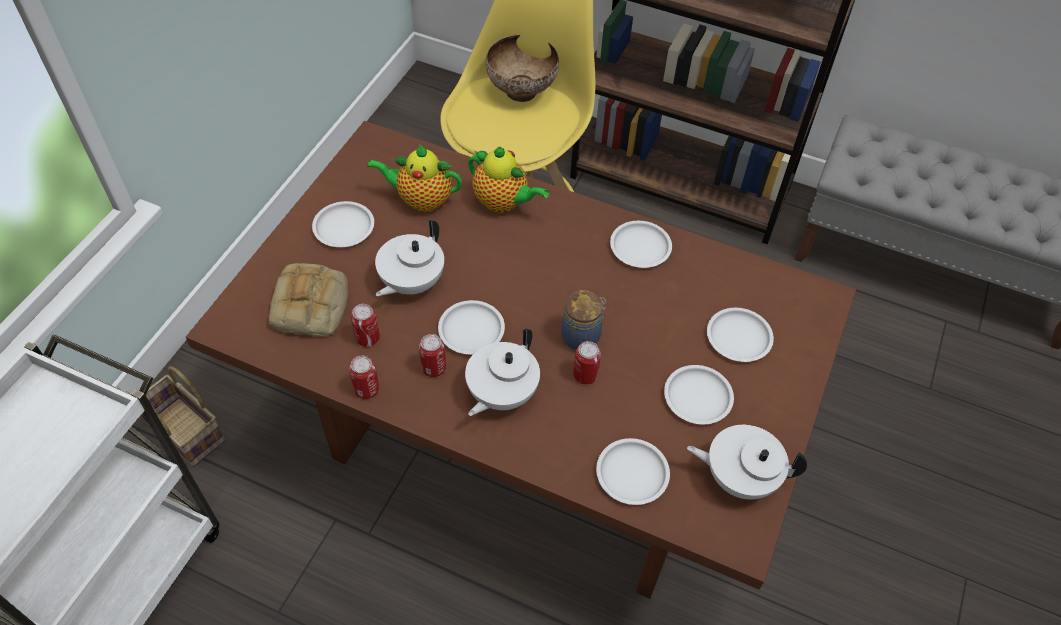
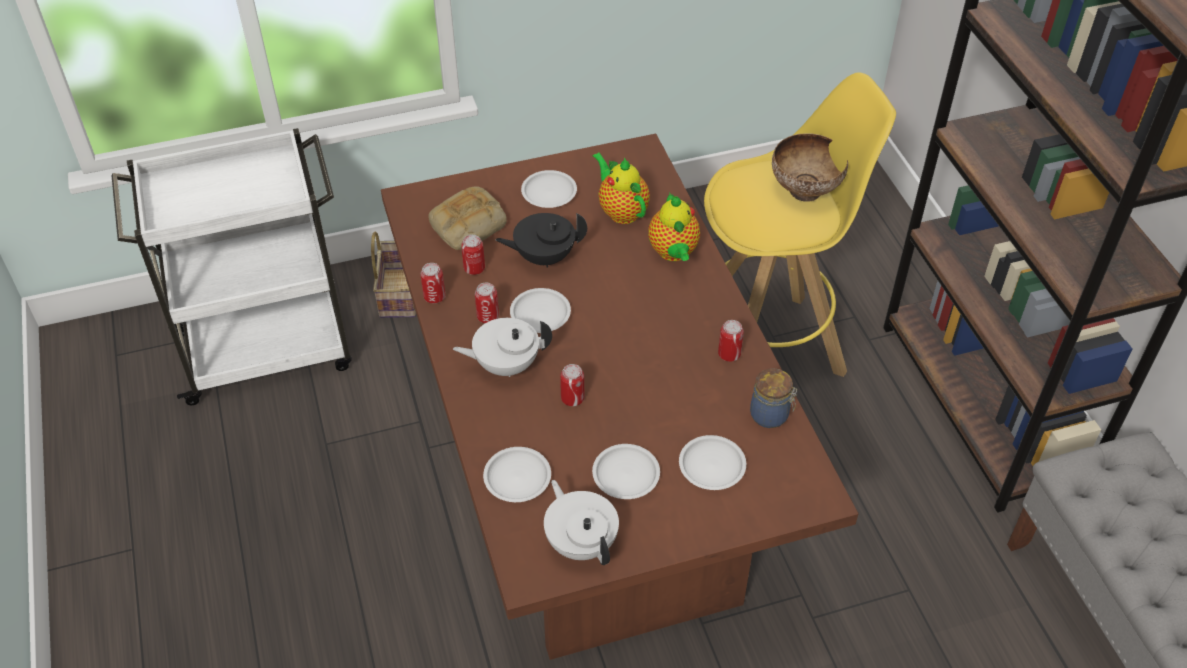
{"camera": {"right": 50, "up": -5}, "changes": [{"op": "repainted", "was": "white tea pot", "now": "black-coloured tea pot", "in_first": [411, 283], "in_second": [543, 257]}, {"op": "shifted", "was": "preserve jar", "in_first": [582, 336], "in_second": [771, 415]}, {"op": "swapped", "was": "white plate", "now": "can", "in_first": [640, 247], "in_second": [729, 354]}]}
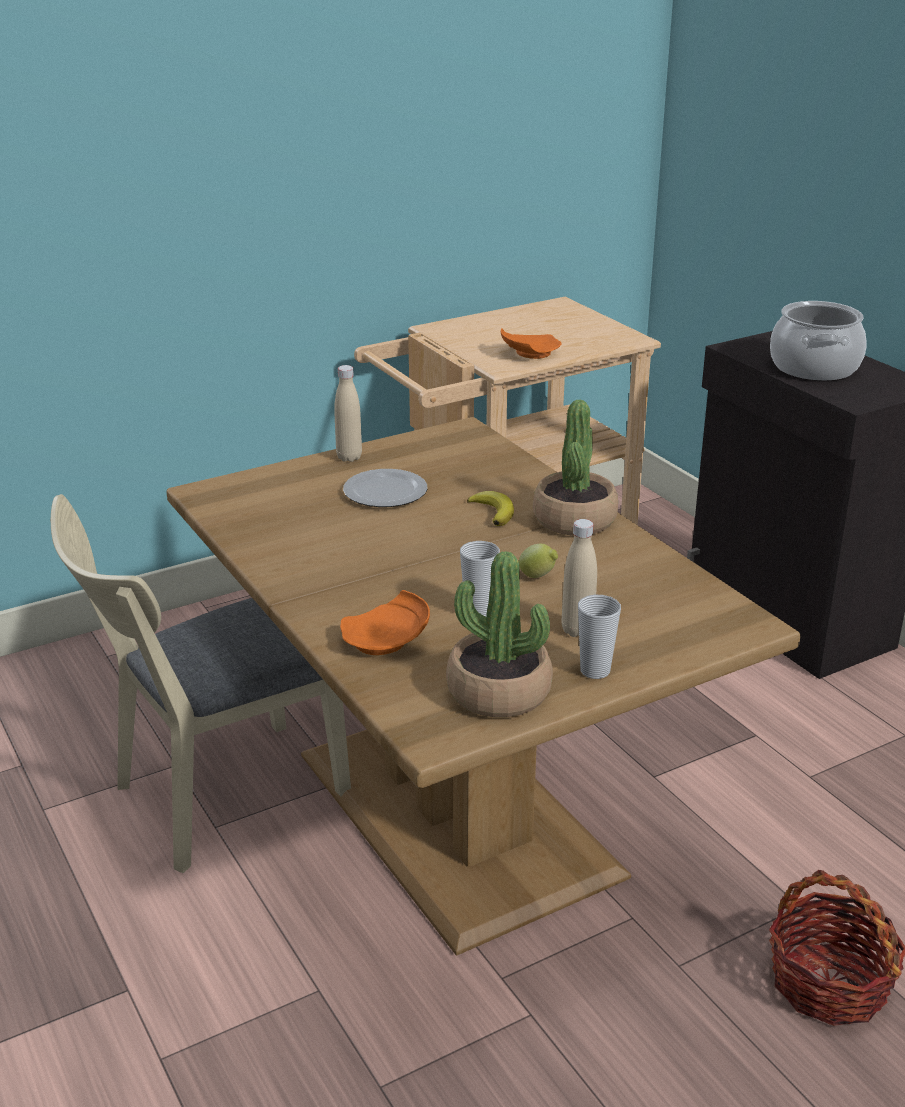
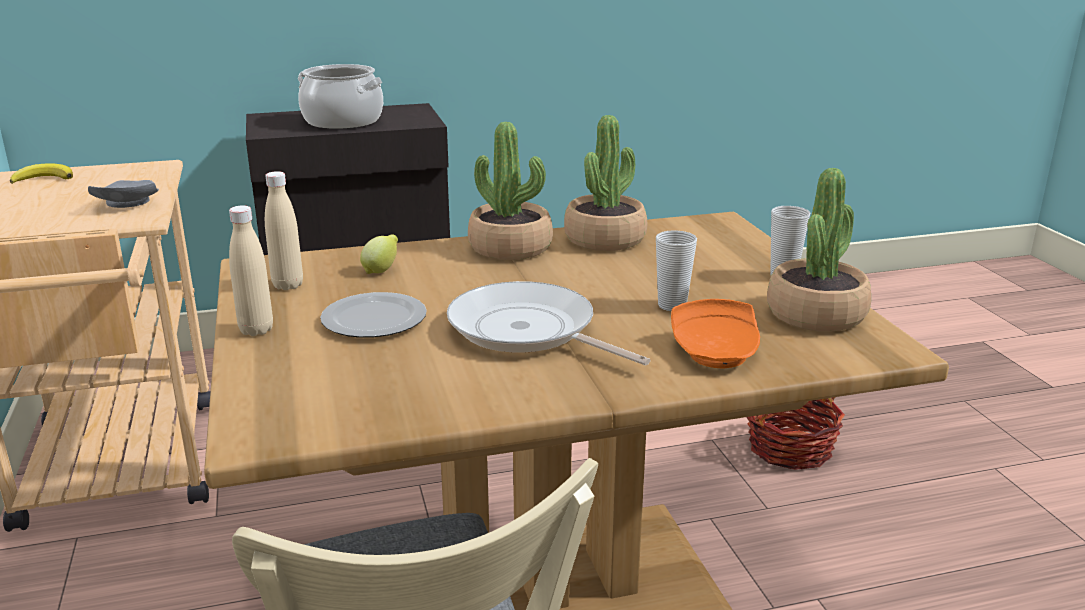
{"camera": {"right": -75, "up": -5}, "changes": [{"op": "shifted", "was": "banana", "in_first": [493, 511], "in_second": [43, 178]}, {"op": "repainted", "was": "orange-coloured plate", "now": "greyish plate", "in_first": [529, 354], "in_second": [126, 204]}, {"op": "shifted", "was": "whole lemon", "in_first": [538, 577], "in_second": [381, 270]}, {"op": "shifted", "was": "beige-coloured bottle", "in_first": [577, 630], "in_second": [288, 285]}, {"op": "new", "now": "frying pan", "in_second": [528, 331]}, {"op": "new", "now": "plant in a pot", "in_second": [605, 239]}]}
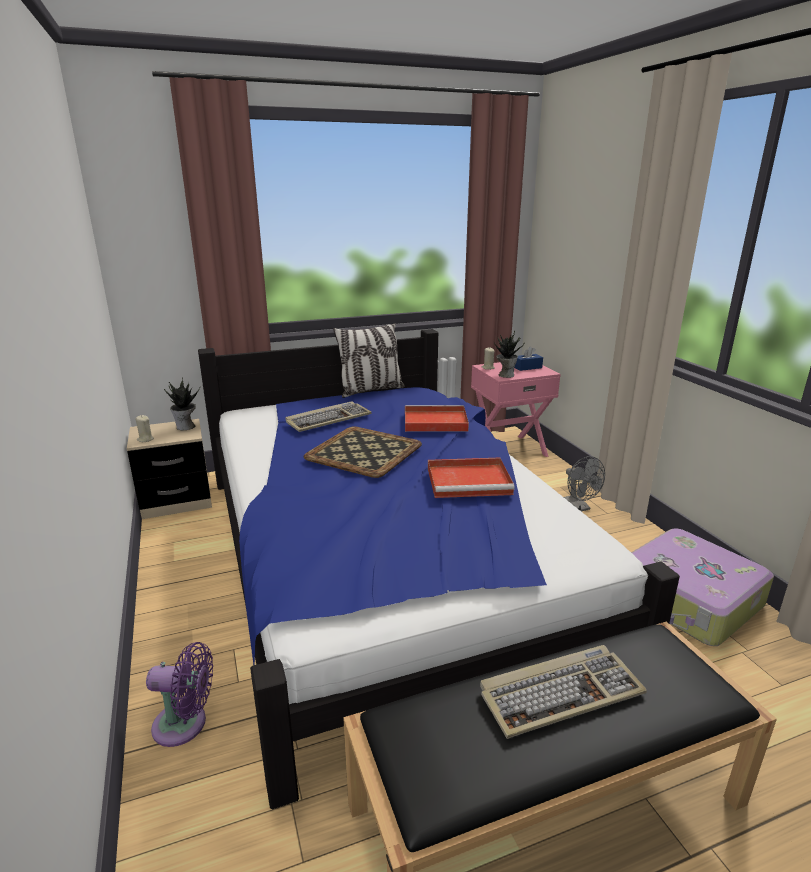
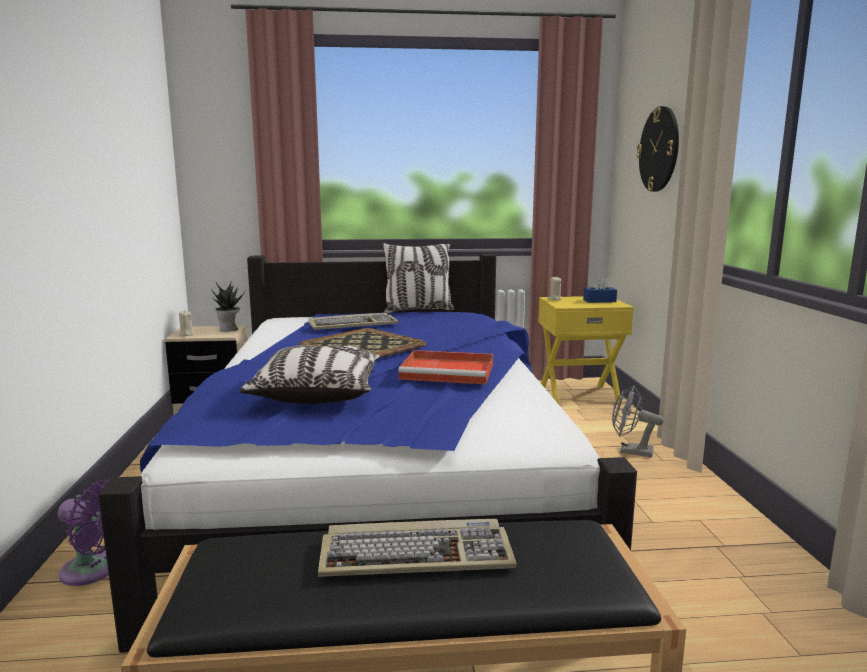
{"camera": {"right": 15, "up": -10}, "changes": [{"op": "gone", "was": "red-coloured carrying tray", "in_first": [433, 422]}, {"op": "repainted", "was": "pink bedside table", "now": "yellow bedside table", "in_first": [508, 449], "in_second": [578, 395]}, {"op": "gone", "was": "plant in a pot", "in_first": [505, 375]}, {"op": "rotated", "was": "greyish cooling fan", "in_first": [579, 507], "in_second": [630, 451], "clockwise": 120}, {"op": "gone", "was": "suitcase", "in_first": [688, 600]}, {"op": "new", "now": "pillow", "in_second": [317, 393]}, {"op": "new", "now": "wall clock", "in_second": [659, 149]}]}
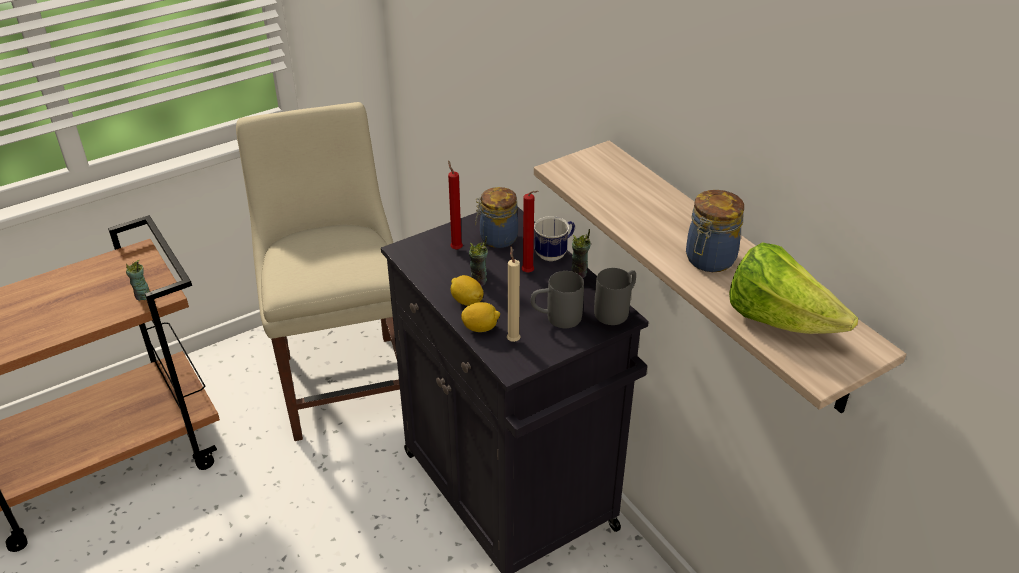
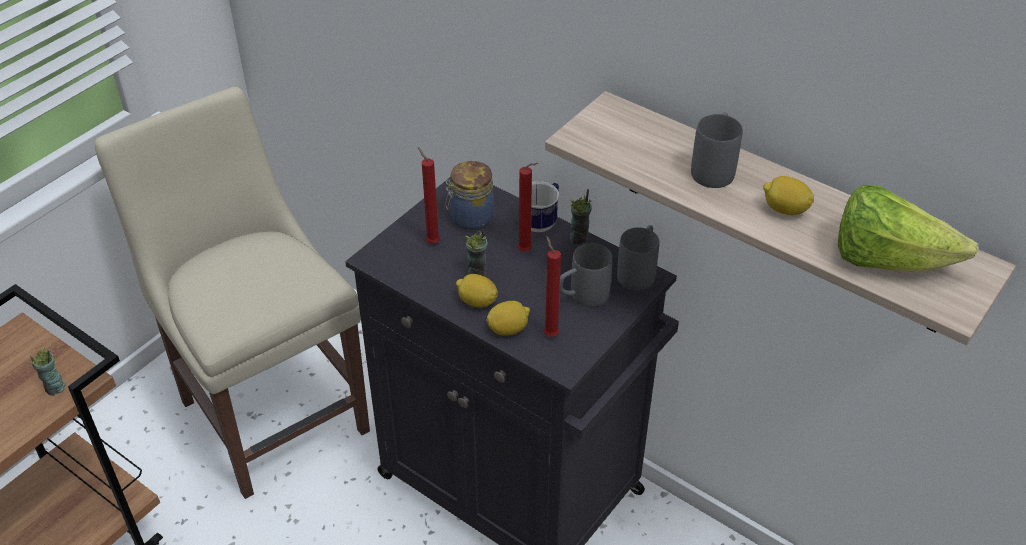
{"camera": {"right": -20, "up": 5}, "changes": [{"op": "repainted", "was": "beige-coloured candle", "now": "red-coloured candle", "in_first": [513, 339], "in_second": [550, 333]}, {"op": "swapped", "was": "preserve jar", "now": "whole lemon", "in_first": [709, 260], "in_second": [784, 210]}, {"op": "new", "now": "greyish mug", "in_second": [714, 168]}]}
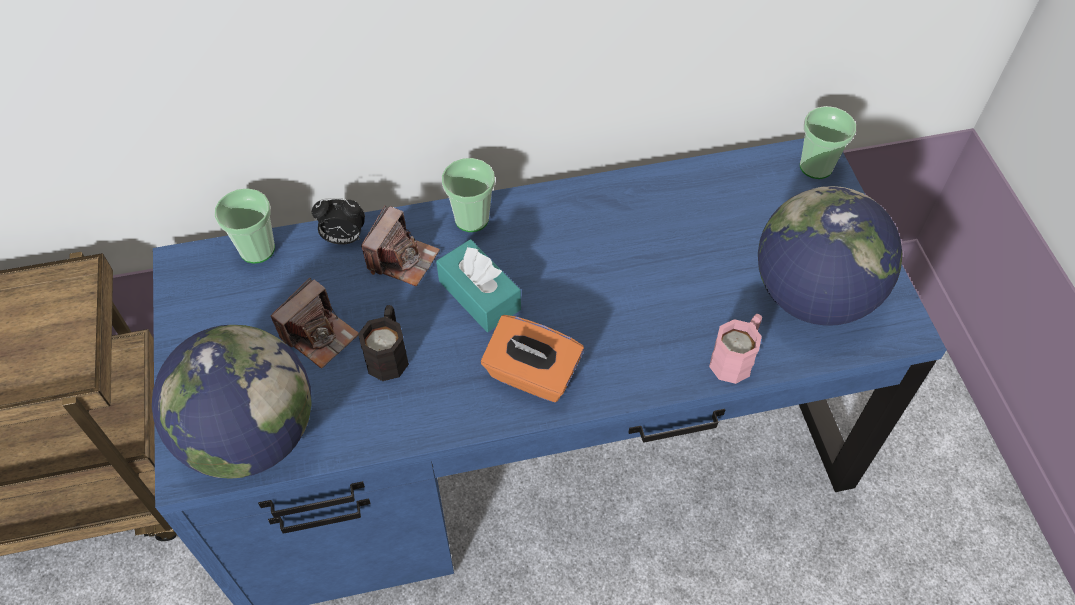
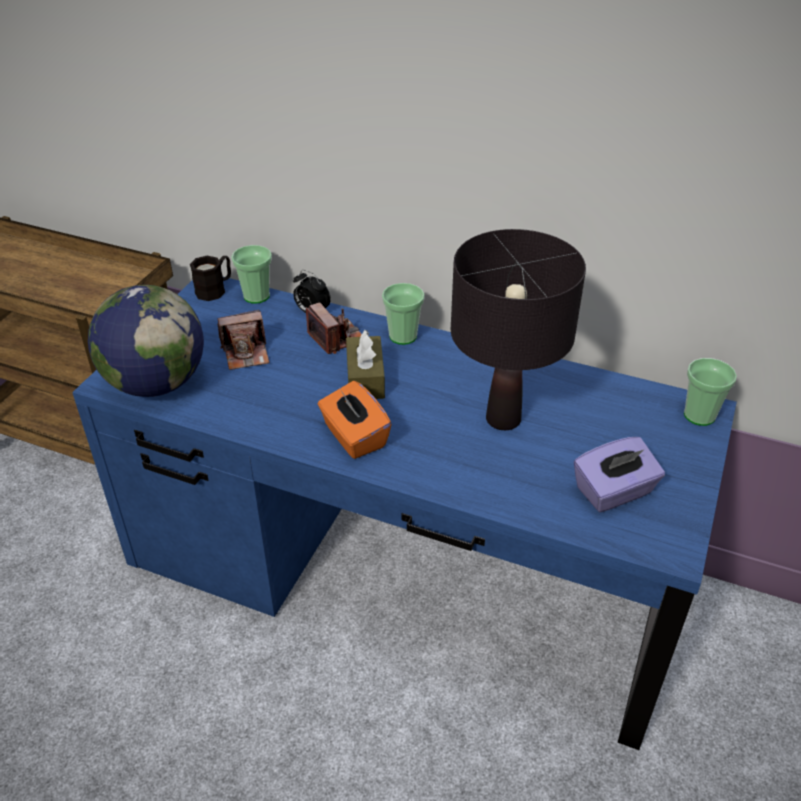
{"camera": {"right": 35, "up": -15}, "changes": [{"op": "shifted", "was": "black-coloured mug", "in_first": [389, 353], "in_second": [215, 289]}, {"op": "rotated", "was": "still camera", "in_first": [403, 259], "in_second": [336, 338], "clockwise": -90}, {"op": "repainted", "was": "turquoise tissue holder", "now": "brown tissue holder", "in_first": [479, 295], "in_second": [365, 378]}, {"op": "gone", "was": "pink mug", "in_first": [736, 357]}, {"op": "swapped", "was": "desk globe", "now": "purplish tissue holder", "in_first": [812, 295], "in_second": [614, 492]}, {"op": "new", "now": "black-coloured tabletop lamp", "in_second": [503, 419]}]}
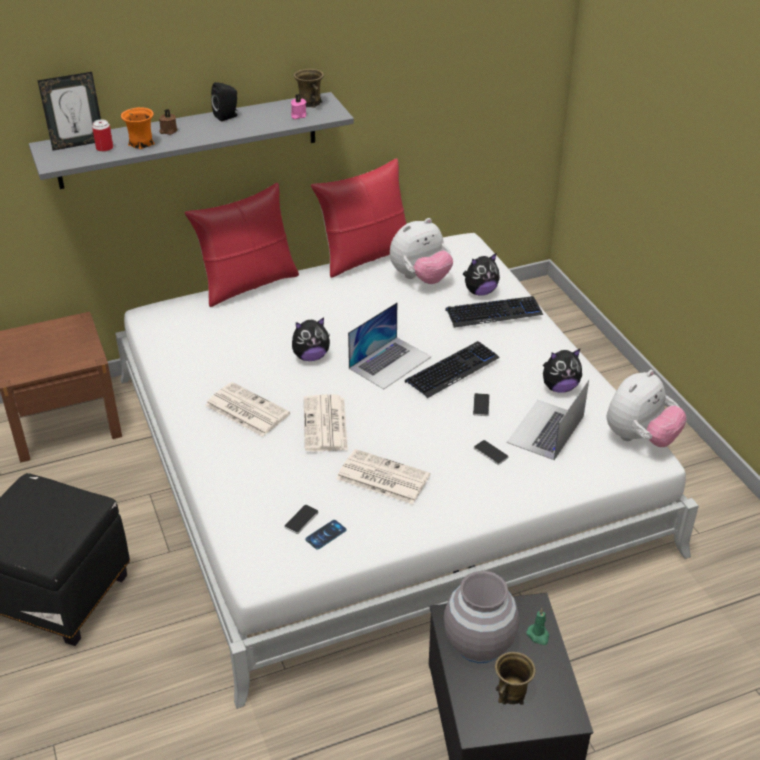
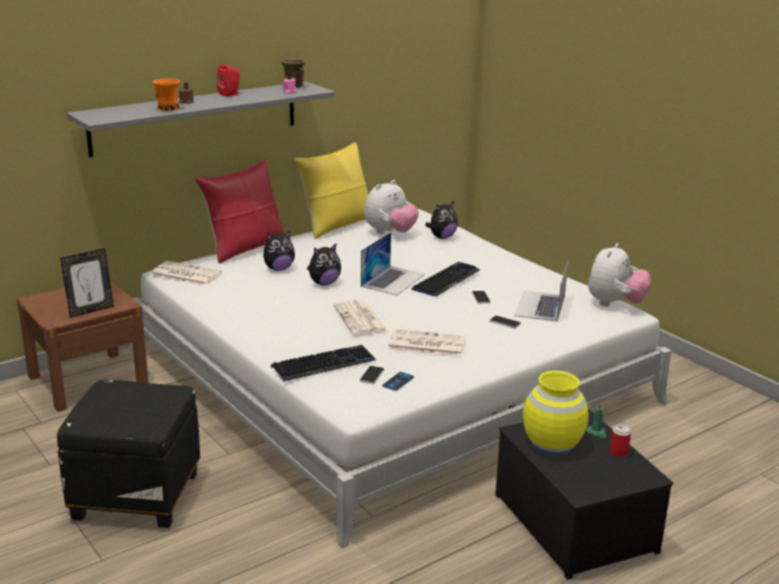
{"camera": {"right": -15, "up": -15}, "changes": [{"op": "shifted", "was": "standing frame", "in_first": [78, 144], "in_second": [90, 310]}, {"op": "shifted", "was": "can", "in_first": [104, 148], "in_second": [618, 453]}, {"op": "shifted", "was": "newspaper", "in_first": [245, 410], "in_second": [184, 274]}, {"op": "repainted", "was": "black-coloured audio speaker", "now": "red-coloured audio speaker", "in_first": [227, 116], "in_second": [230, 94]}, {"op": "repainted", "was": "red-coloured pillow", "now": "yellow pillow", "in_first": [365, 256], "in_second": [336, 225]}, {"op": "repainted", "was": "greyish flower vase", "now": "yellow flower vase", "in_first": [479, 644], "in_second": [552, 444]}, {"op": "shifted", "was": "keyboard", "in_first": [494, 313], "in_second": [323, 364]}, {"op": "gone", "was": "brown mug", "in_first": [512, 693]}, {"op": "shifted", "was": "cuddly toy", "in_first": [559, 387], "in_second": [278, 269]}]}
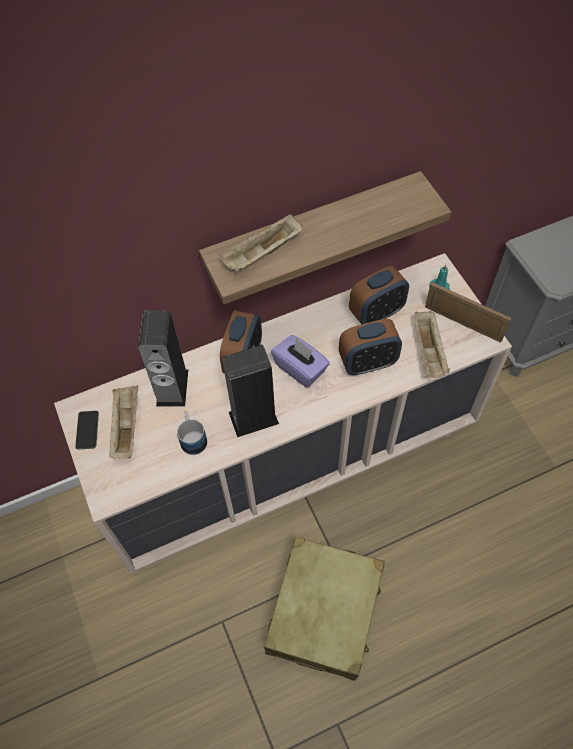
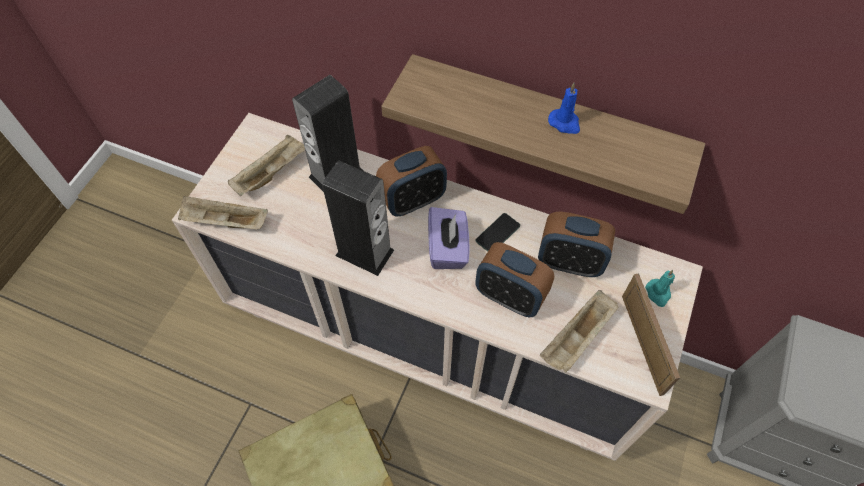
{"camera": {"right": 45, "up": 0}, "changes": [{"op": "shifted", "was": "phone", "in_first": [87, 430], "in_second": [497, 233]}, {"op": "gone", "was": "mug", "in_first": [192, 437]}, {"op": "shifted", "was": "beige-coloured carrying tray", "in_first": [262, 254], "in_second": [224, 222]}, {"op": "new", "now": "blue-coloured candle", "in_second": [565, 123]}]}
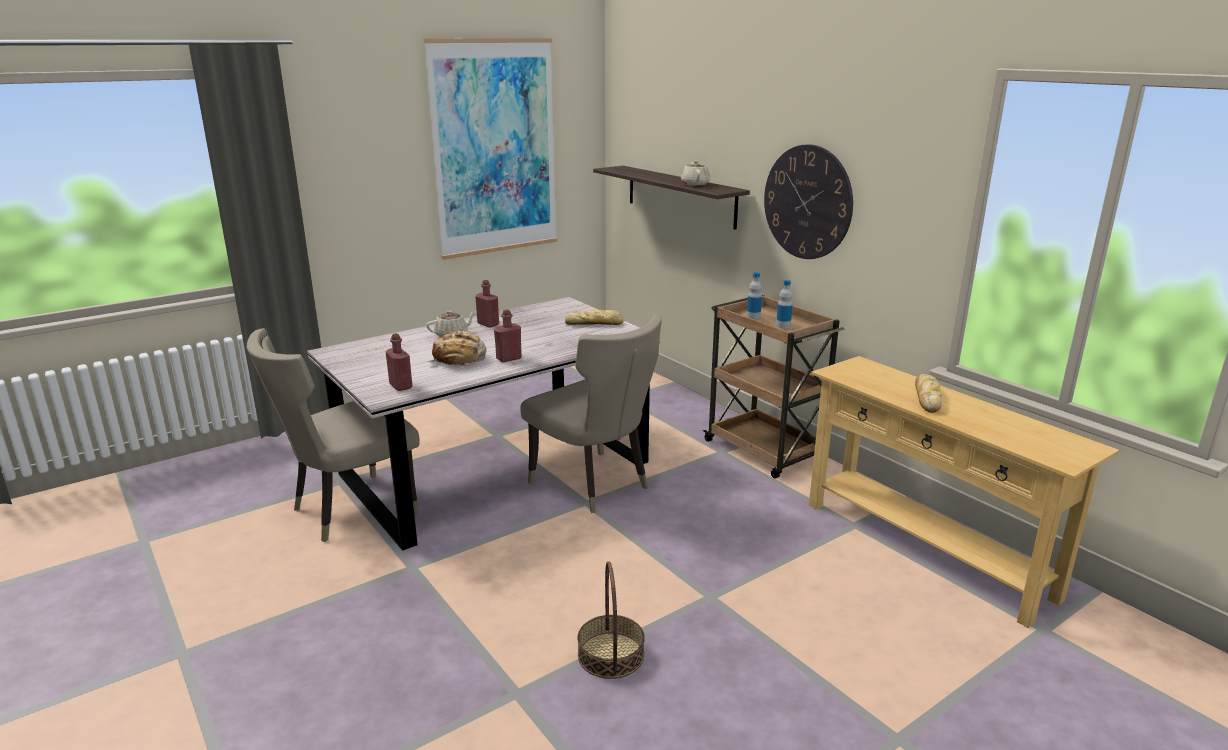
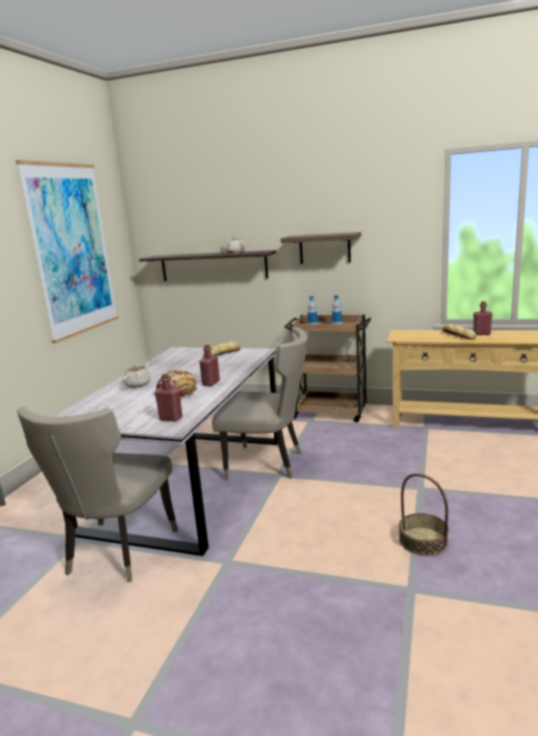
{"camera": {"right": -35, "up": -5}, "changes": [{"op": "shifted", "was": "red-coloured bottle", "in_first": [488, 324], "in_second": [481, 334]}, {"op": "swapped", "was": "wall clock", "now": "wall shelf", "in_first": [807, 202], "in_second": [324, 248]}]}
